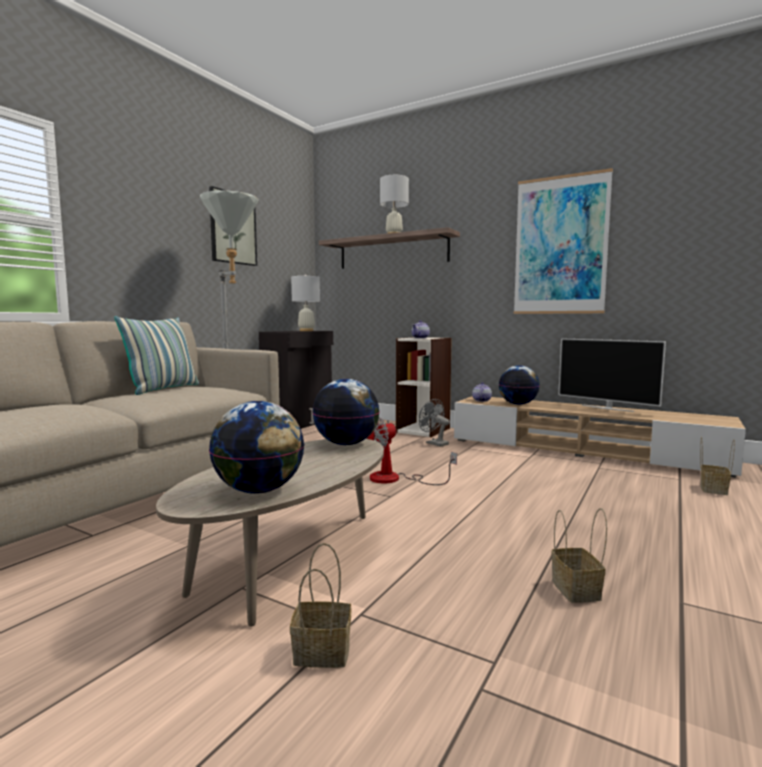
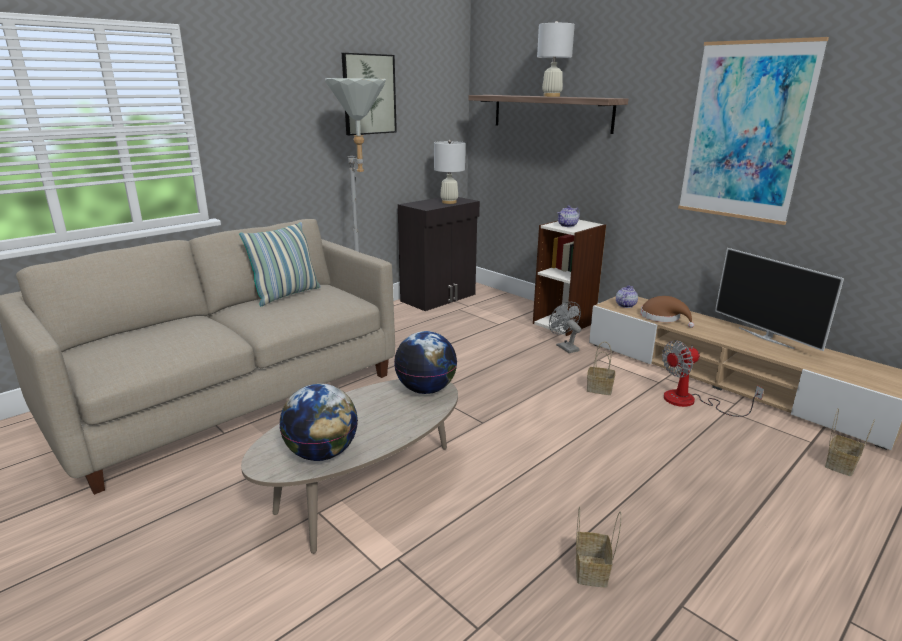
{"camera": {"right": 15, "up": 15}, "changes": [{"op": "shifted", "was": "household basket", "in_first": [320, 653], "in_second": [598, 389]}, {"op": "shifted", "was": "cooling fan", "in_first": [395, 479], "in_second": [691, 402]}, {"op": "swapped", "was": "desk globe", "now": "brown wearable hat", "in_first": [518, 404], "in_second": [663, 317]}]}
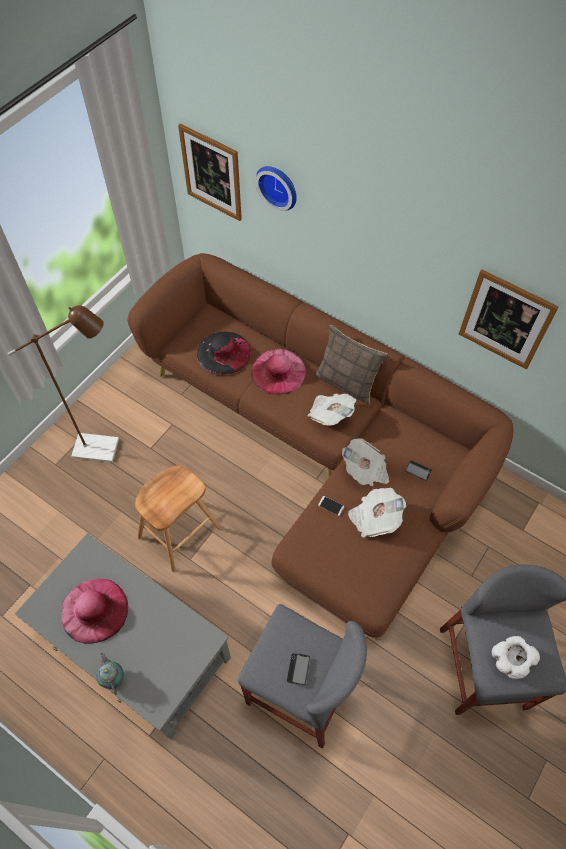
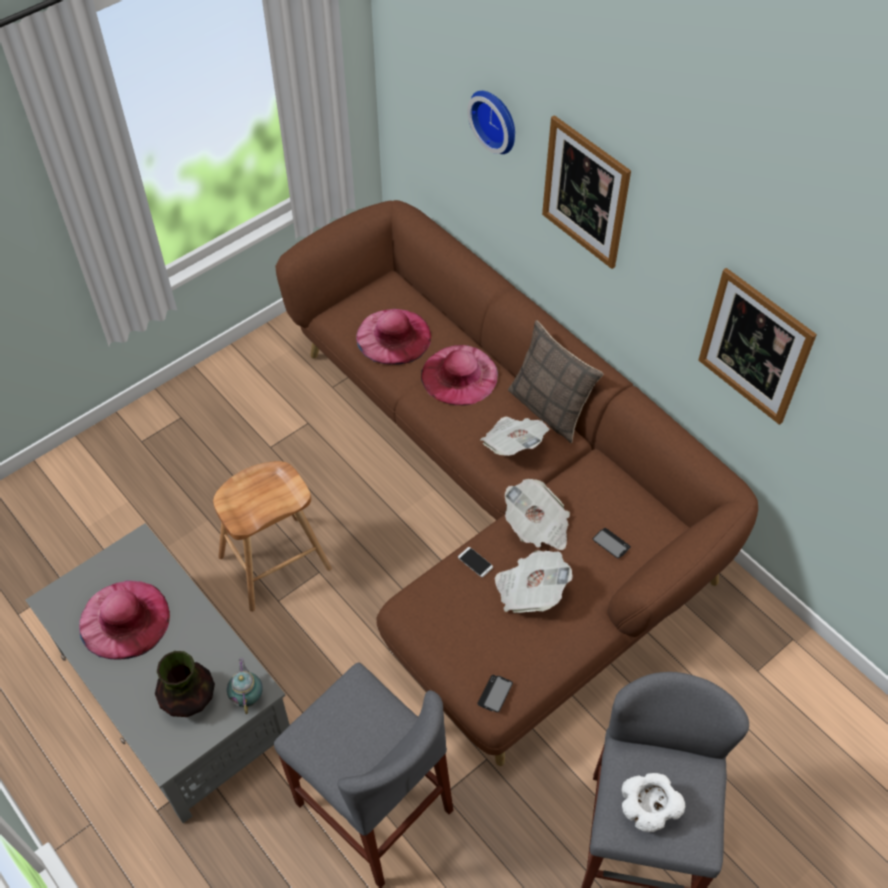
{"camera": {"right": 15, "up": -5}, "changes": [{"op": "gone", "was": "brown standing lamp", "in_first": [104, 449]}, {"op": "shifted", "was": "tea pot", "in_first": [113, 677], "in_second": [247, 696]}, {"op": "shifted", "was": "wall picture", "in_first": [212, 173], "in_second": [585, 192]}, {"op": "repainted", "was": "black-coloured wearable hat", "now": "pink wearable hat", "in_first": [223, 352], "in_second": [393, 336]}, {"op": "shifted", "was": "phone", "in_first": [298, 669], "in_second": [495, 694]}, {"op": "new", "now": "flower vase", "in_second": [189, 699]}]}
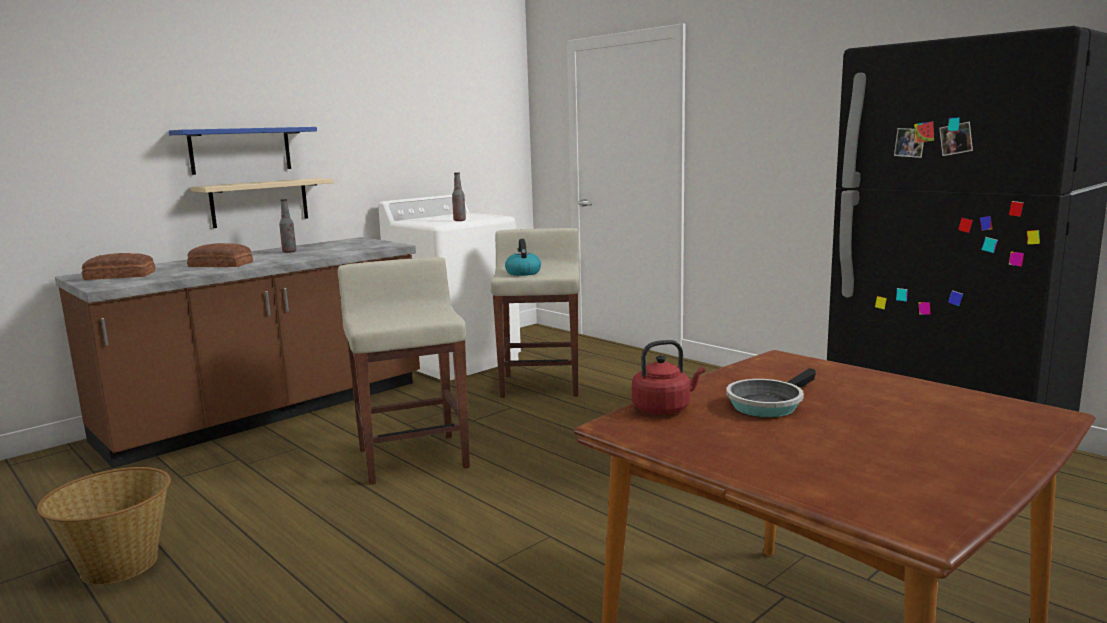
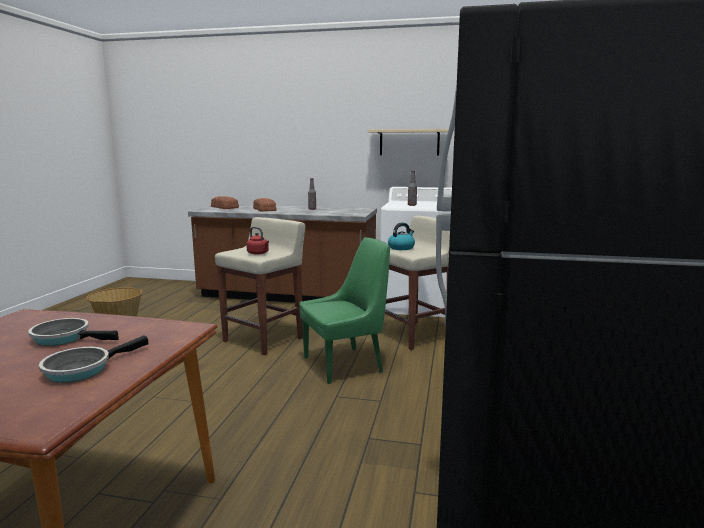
{"camera": {"right": 55, "up": 0}, "changes": [{"op": "gone", "was": "blue-coloured wall shelf", "in_first": [240, 150]}, {"op": "shifted", "was": "beige-coloured wall shelf", "in_first": [259, 202], "in_second": [409, 142]}, {"op": "shifted", "was": "red-coloured tea kettle", "in_first": [664, 408], "in_second": [258, 253]}, {"op": "new", "now": "frying pan", "in_second": [82, 369]}, {"op": "new", "now": "greenish upright chair", "in_second": [346, 364]}]}
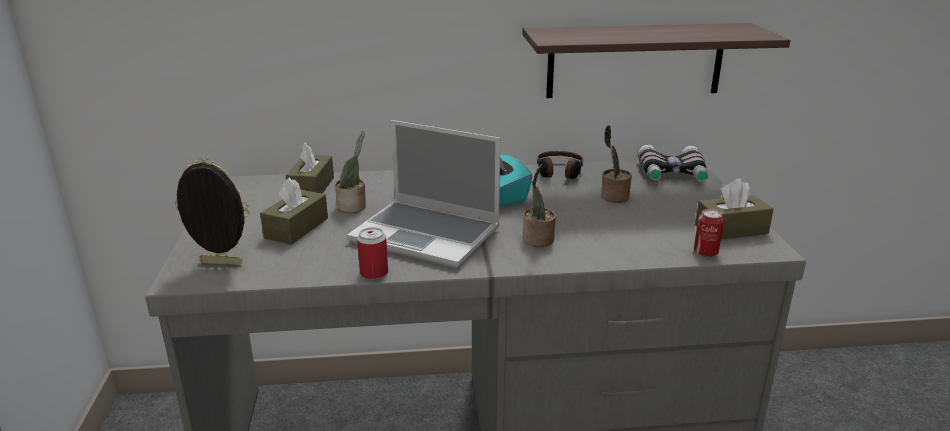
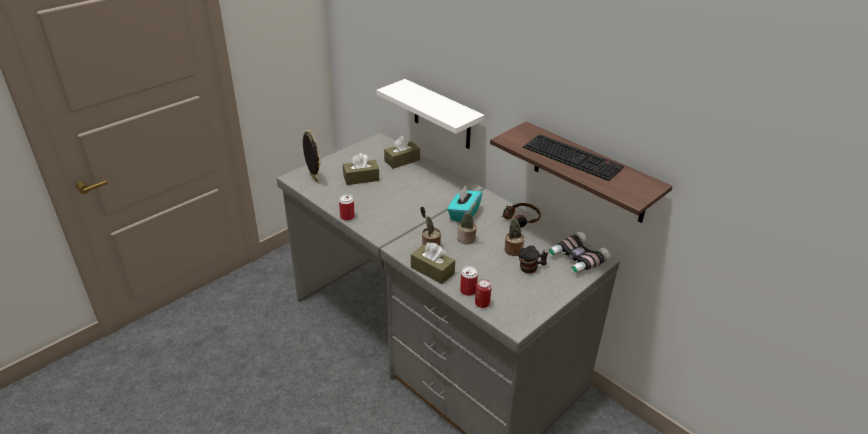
{"camera": {"right": 50, "up": 10}, "changes": [{"op": "shifted", "was": "plant in a pot", "in_first": [353, 207], "in_second": [467, 239]}, {"op": "gone", "was": "notebook computer", "in_first": [428, 235]}, {"op": "shifted", "was": "brown tissue holder", "in_first": [731, 229], "in_second": [432, 270]}, {"op": "new", "now": "white wall shelf", "in_second": [442, 115]}, {"op": "new", "now": "can", "in_second": [468, 291]}, {"op": "new", "now": "mug", "in_second": [531, 268]}, {"op": "new", "now": "keyboard", "in_second": [574, 157]}]}
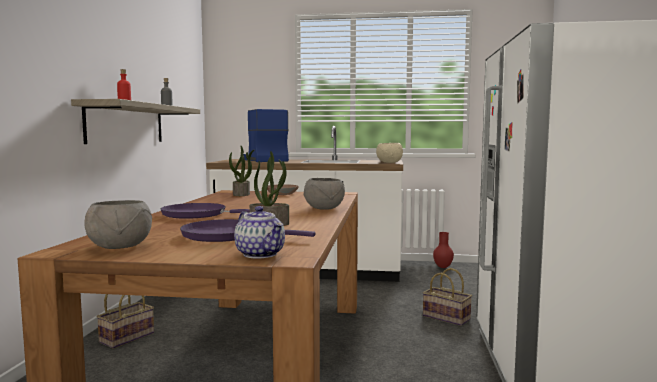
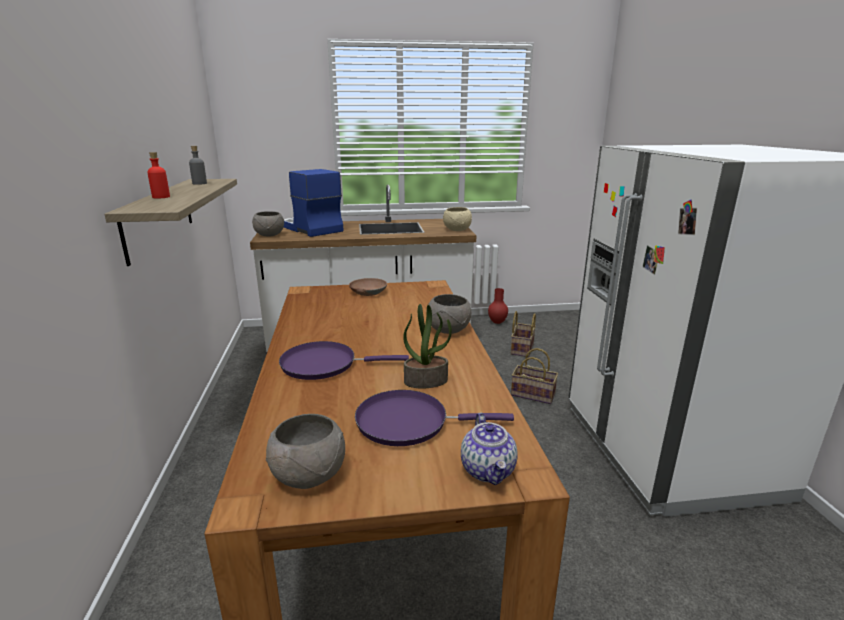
{"camera": {"right": -15, "up": 15}, "changes": [{"op": "shifted", "was": "household basket", "in_first": [127, 337], "in_second": [521, 348]}, {"op": "gone", "was": "plant in a pot", "in_first": [241, 194]}, {"op": "rotated", "was": "tea pot", "in_first": [261, 254], "in_second": [488, 470], "clockwise": 45}, {"op": "new", "now": "greyish serving bowl", "in_second": [269, 235]}]}
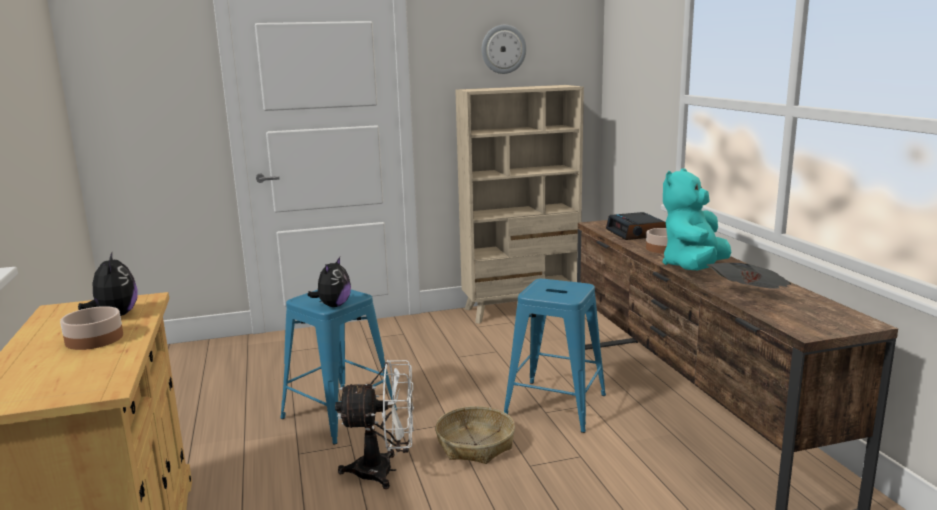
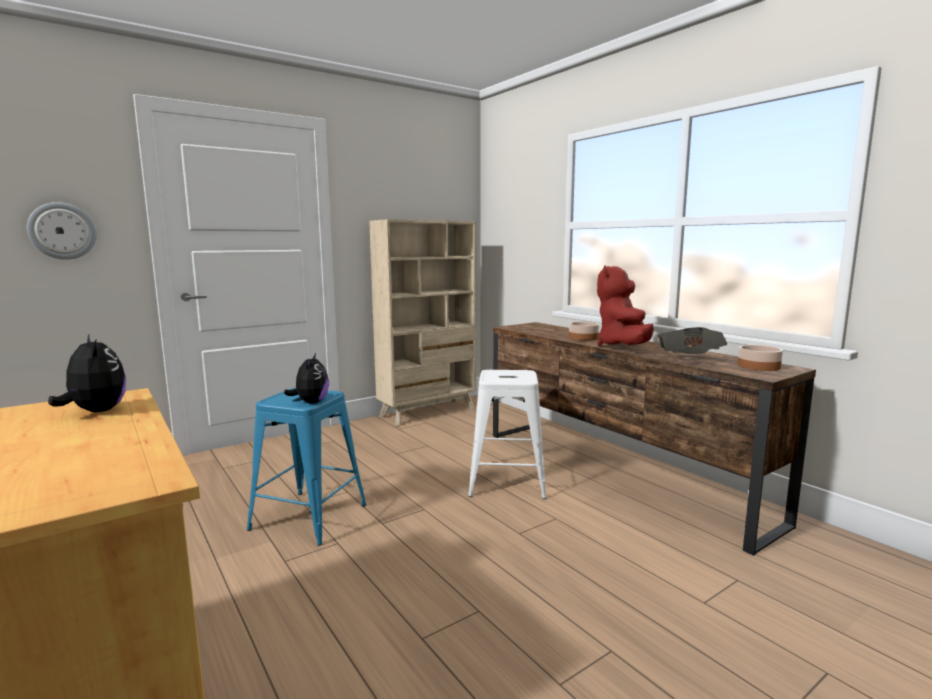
{"camera": {"right": -20, "up": -5}, "changes": [{"op": "shifted", "was": "serving bowl", "in_first": [95, 339], "in_second": [758, 366]}, {"op": "gone", "was": "white cooling fan", "in_first": [384, 471]}, {"op": "gone", "was": "household basket", "in_first": [475, 444]}, {"op": "shifted", "was": "wall clock", "in_first": [503, 49], "in_second": [62, 231]}, {"op": "repainted", "was": "blue-coloured sitting stool", "now": "white sitting stool", "in_first": [555, 406], "in_second": [506, 481]}, {"op": "gone", "was": "alarm clock", "in_first": [636, 233]}, {"op": "repainted", "was": "turquoise cuddly toy", "now": "red-coloured cuddly toy", "in_first": [694, 268], "in_second": [623, 347]}]}
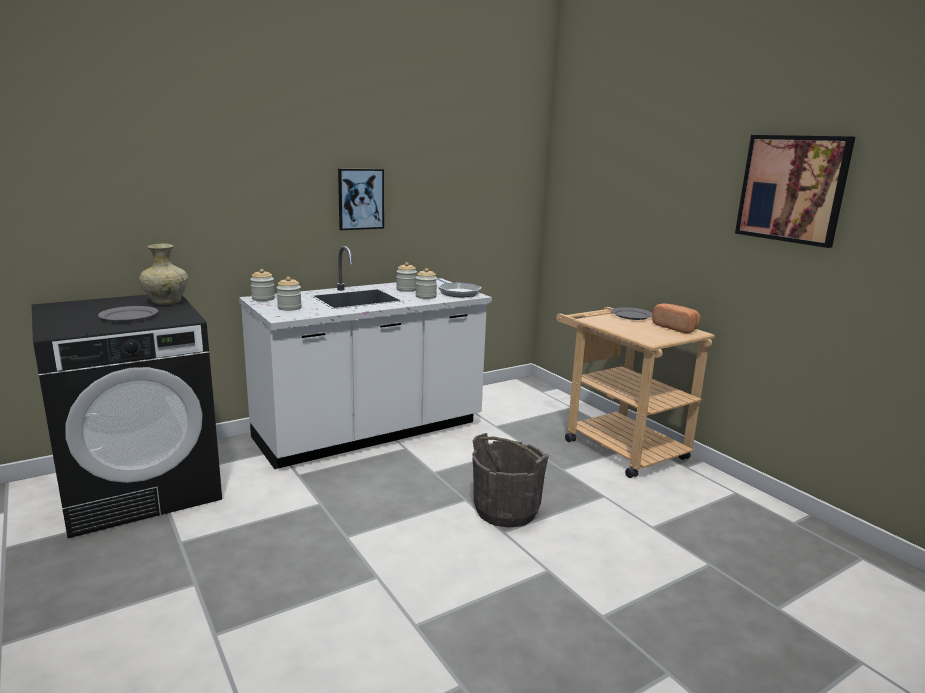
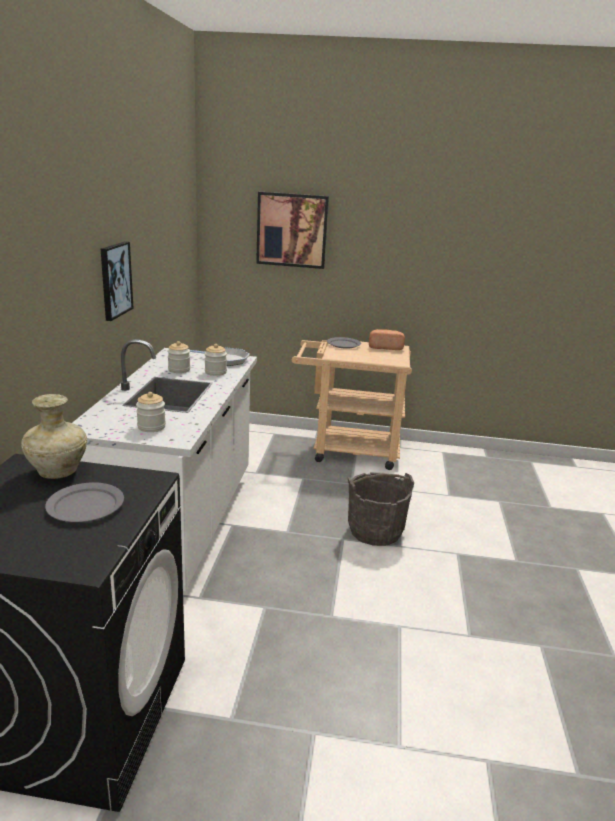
{"camera": {"right": -50, "up": 5}, "changes": [{"op": "gone", "was": "preserve jar", "in_first": [263, 299]}, {"op": "shifted", "was": "wall picture", "in_first": [792, 189], "in_second": [292, 230]}]}
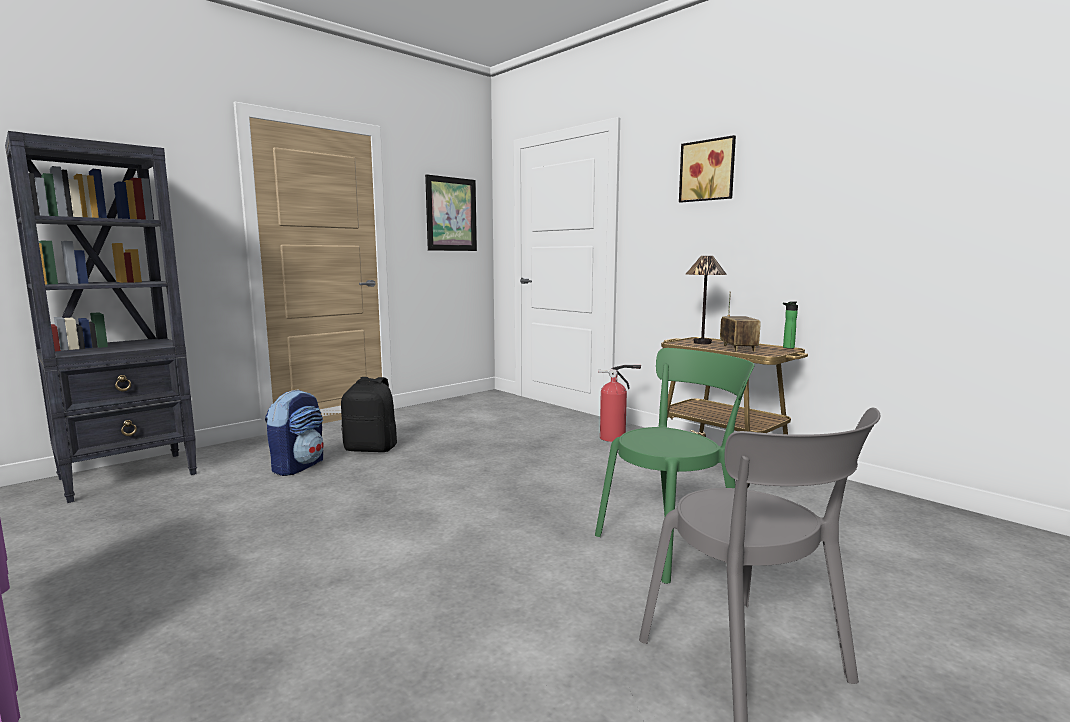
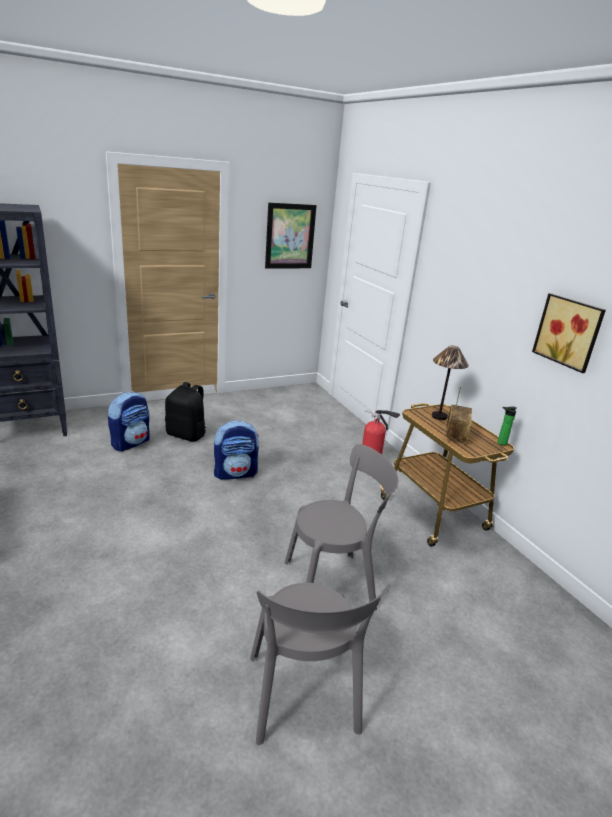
{"camera": {"right": 15, "up": 15}, "changes": [{"op": "repainted", "was": "greenish upright chair", "now": "greyish upright chair", "in_first": [672, 542], "in_second": [333, 584]}, {"op": "shifted", "was": "wall picture", "in_first": [708, 170], "in_second": [569, 332]}, {"op": "new", "now": "backpack", "in_second": [235, 473]}]}
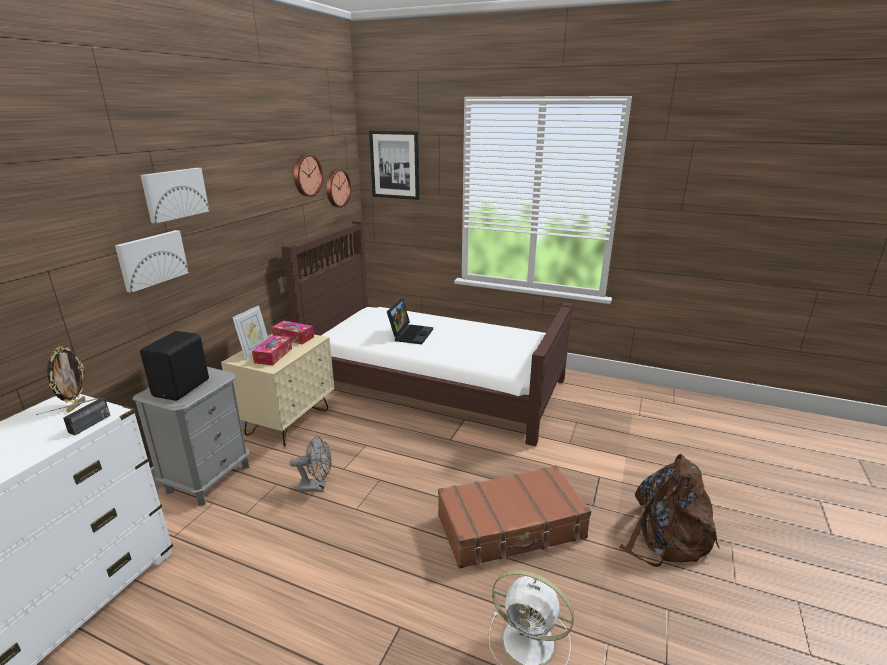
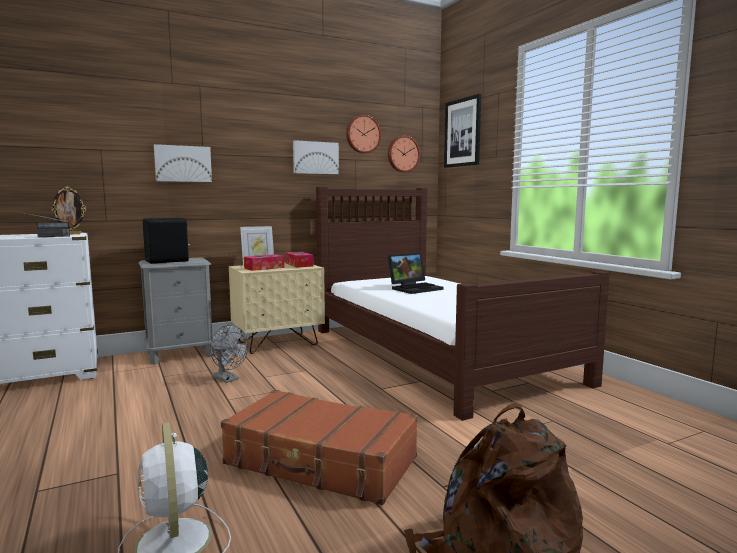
{"camera": {"right": 40, "up": -15}, "changes": [{"op": "shifted", "was": "wall picture", "in_first": [174, 194], "in_second": [315, 158]}]}
